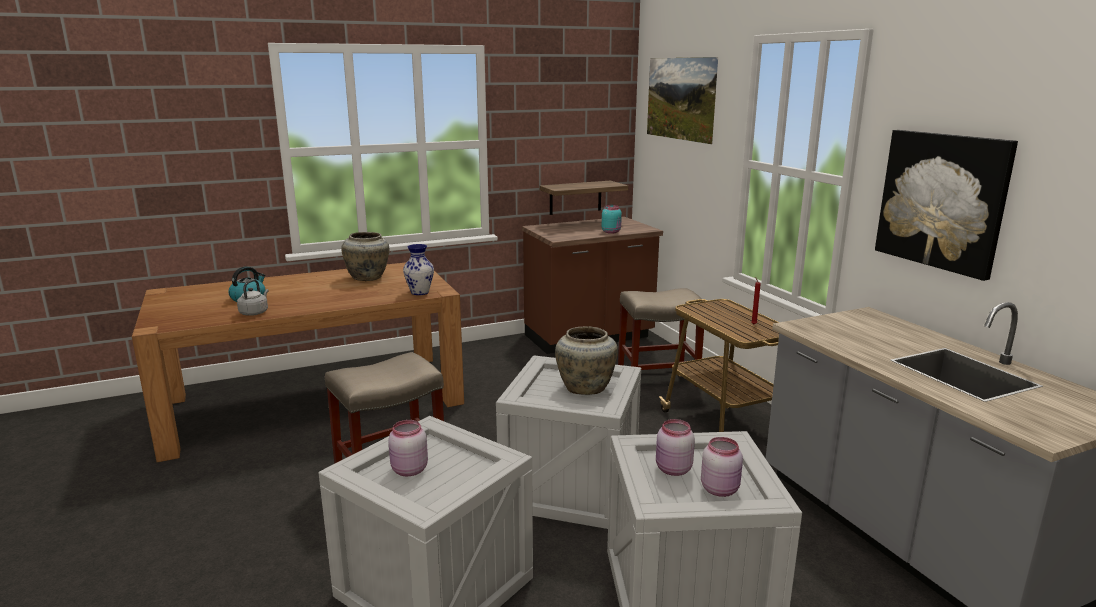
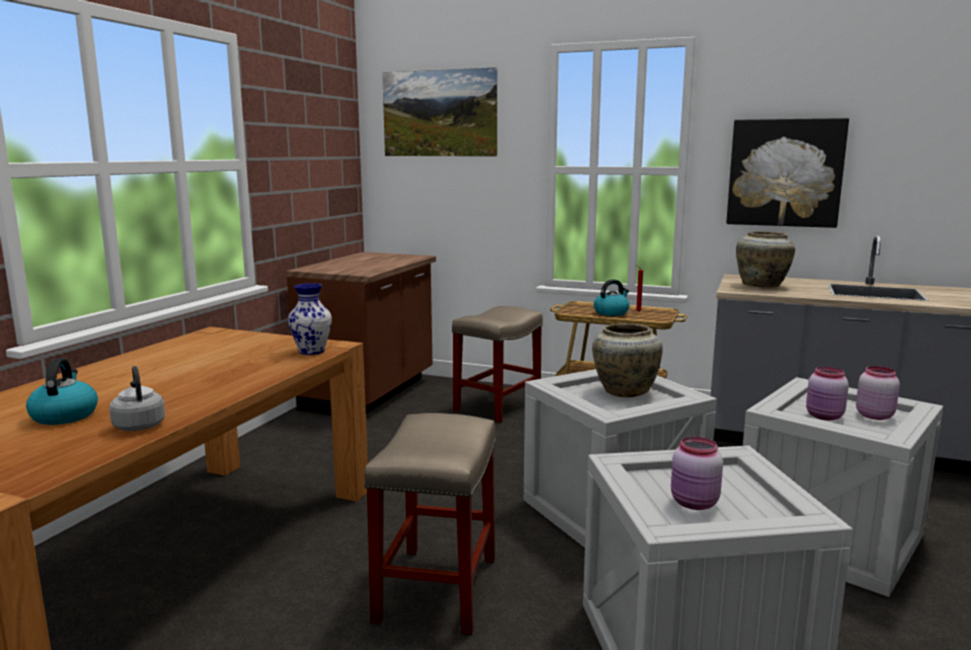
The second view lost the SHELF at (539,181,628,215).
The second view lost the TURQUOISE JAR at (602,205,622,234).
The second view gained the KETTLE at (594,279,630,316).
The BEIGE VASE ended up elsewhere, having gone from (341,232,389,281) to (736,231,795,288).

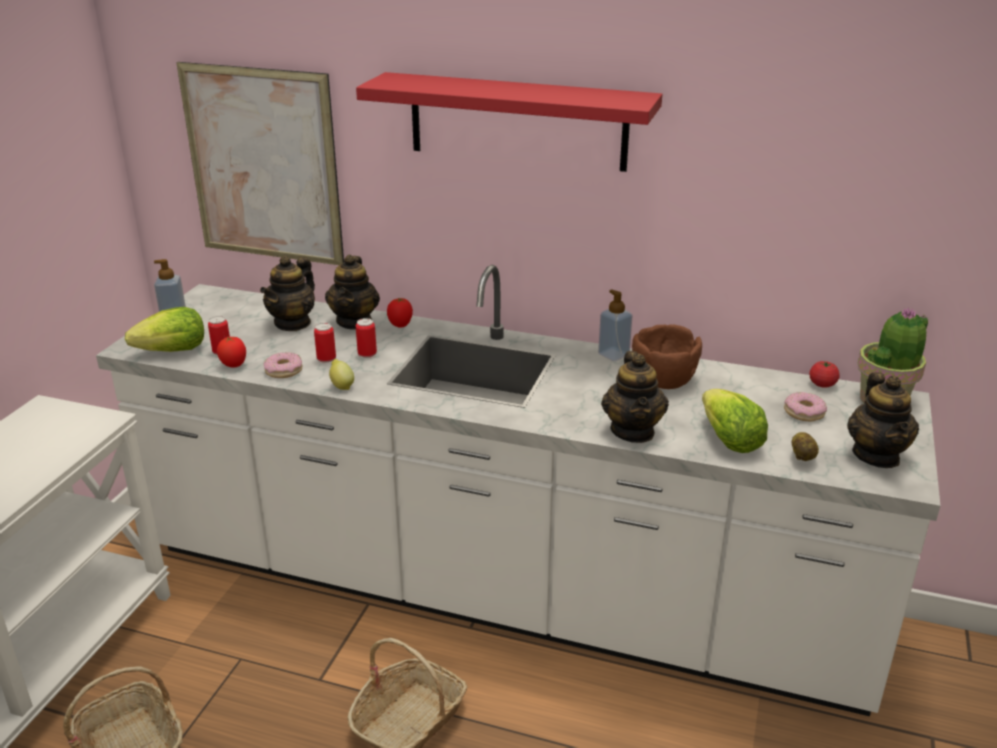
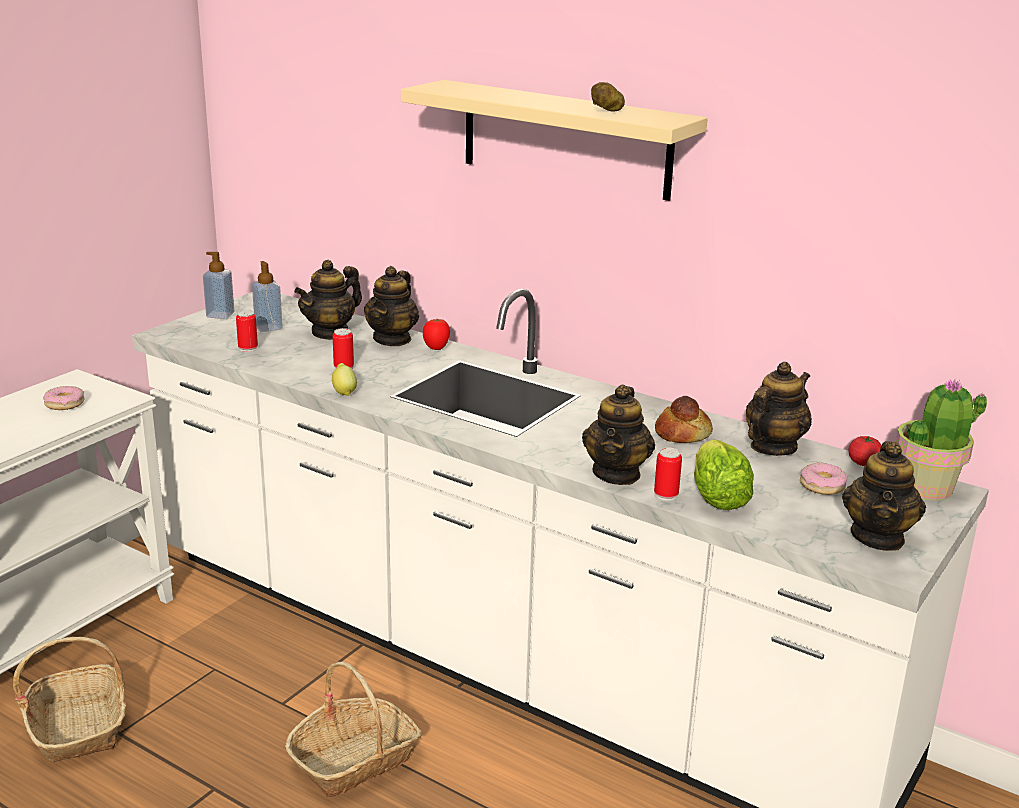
The second view lost the LETTUCE at (125,307,204,352).
The second view lost the PICTURE at (176,62,344,265).
The second view lost the TOMATO at (217,336,246,367).
The second view gained the TEAPOT at (746,362,812,456).
The DONUT ended up elsewhere, having gone from (264,352,302,378) to (43,386,85,410).
The CAN ended up elsewhere, having gone from (356,318,377,359) to (654,448,682,501).
The SOAP DISPENSER ended up elsewhere, having gone from (598,289,633,361) to (252,261,282,332).
The POTATO ended up elsewhere, having gone from (792,432,819,461) to (591,82,625,112).
Where the BROWN BOWL stood at (632,325,702,389), the BREAD came to stand at (655,396,713,443).
What was the RED SHELF at (356,72,662,172) turned into the BEIGE SHELF at (401,80,708,201).

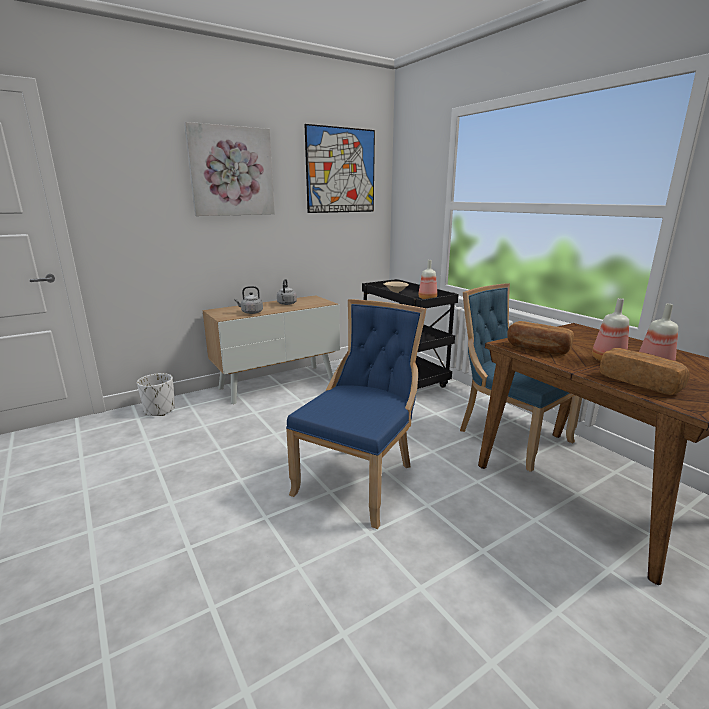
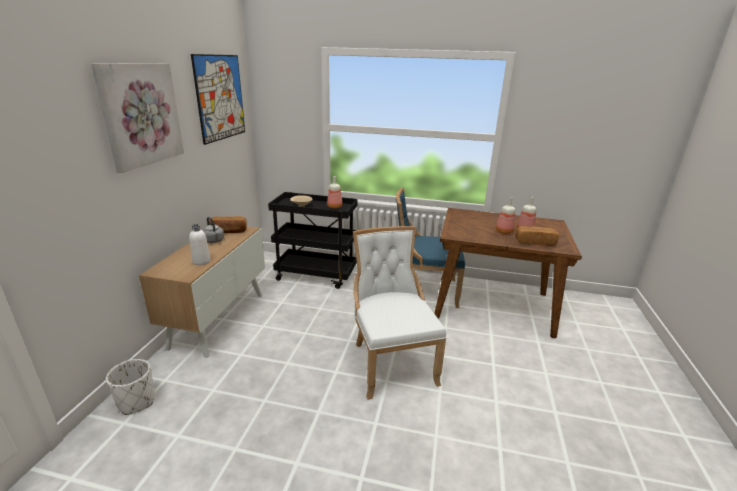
The BREAD ended up elsewhere, having gone from (507,321,574,355) to (209,216,247,233).
Where the GREY KETTLE stood at (234,286,263,314), the WHITE BOTTLE came to stand at (189,224,210,265).
What was the BLUE CHAIR at (286,299,426,529) turned into the WHITE CHAIR at (353,226,447,400).

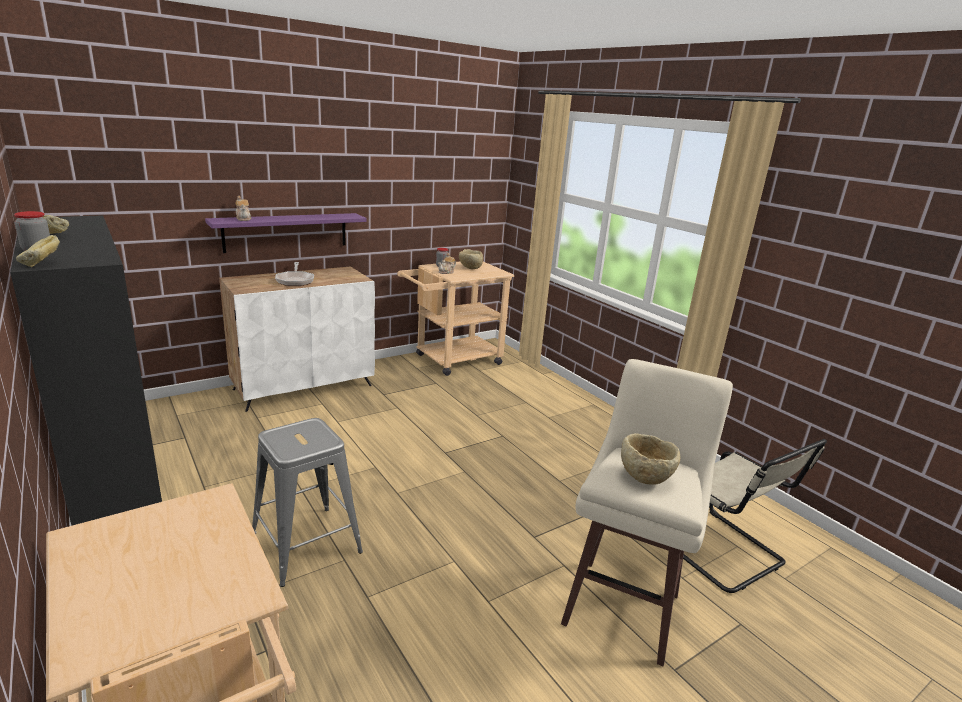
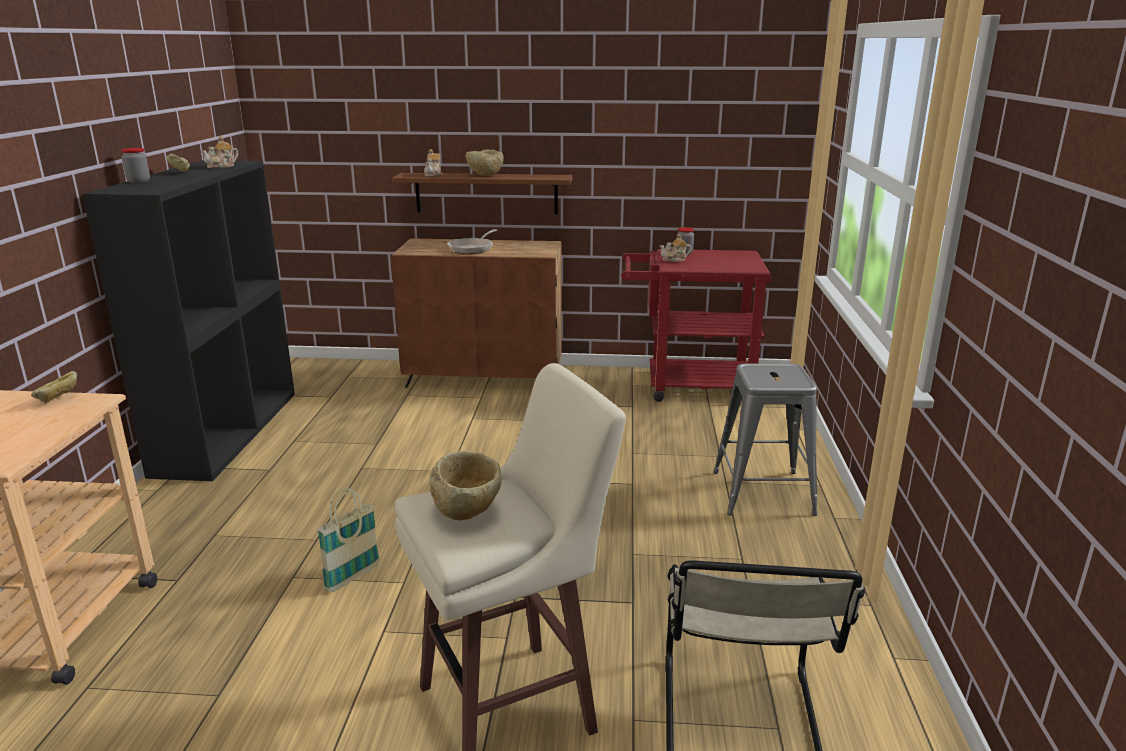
The second view gained the TEAPOT at (201,136,238,168).
The second view gained the BASKET at (317,488,380,592).
The BREAD ended up elsewhere, having gone from (16,235,60,267) to (31,371,78,404).
The GREY STOOL ended up elsewhere, having gone from (252,418,363,587) to (714,364,817,516).
The BEIGE BOWL ended up elsewhere, having gone from (459,249,483,269) to (466,149,504,176).
What was the PURPLE SHELF at (205,213,367,253) turned into the BROWN SHELF at (392,173,572,214).
What was the WHITE CABINET at (219,266,375,412) turned into the BROWN CABINET at (391,238,562,388).
What was the BEIGE CART at (397,262,514,376) turned into the RED CART at (621,249,772,402).

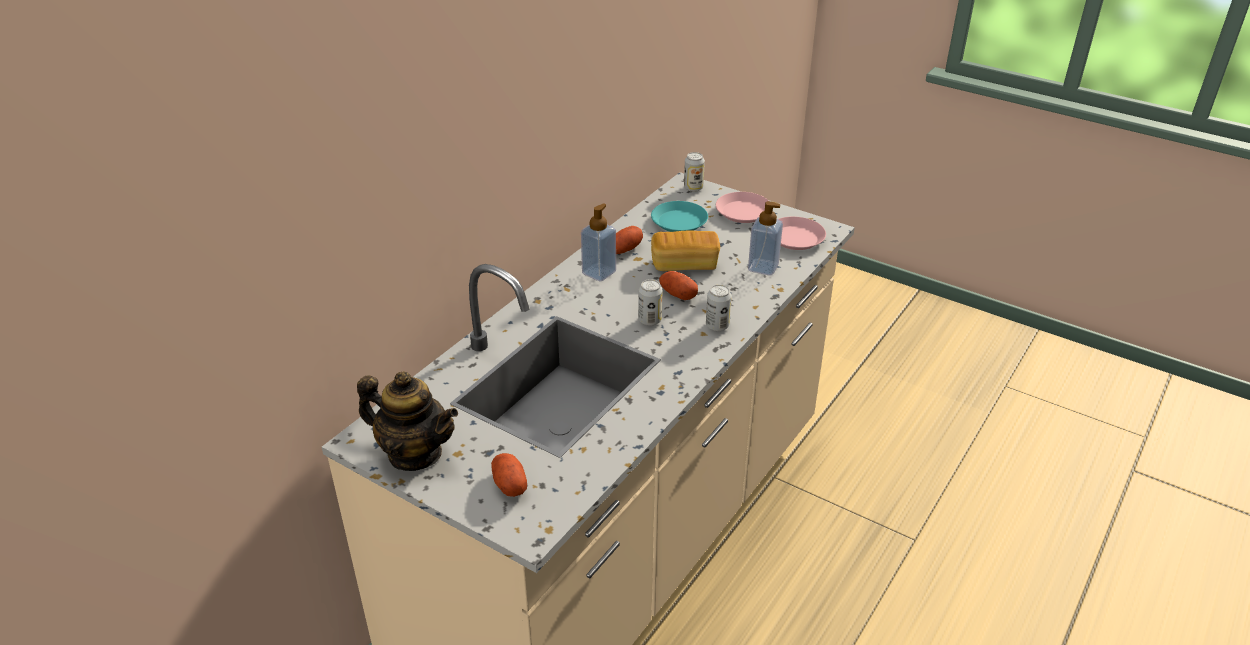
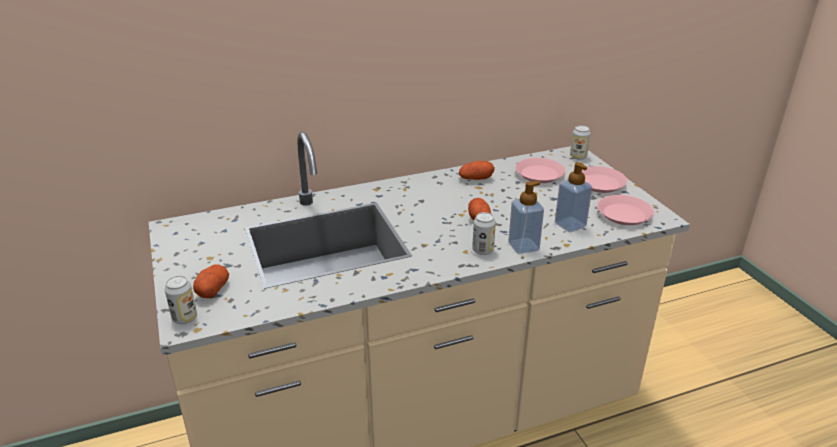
The second view lost the TEAPOT at (357,371,458,471).
The second view lost the BREAD at (651,231,720,271).
The SOAP DISPENSER ended up elsewhere, having gone from (581,203,616,282) to (508,181,544,254).
The CAN ended up elsewhere, having gone from (638,279,663,326) to (164,276,197,324).
What was the TURQUOISE PLATE at (651,201,708,232) turned into the PINK PLATE at (515,158,566,183).

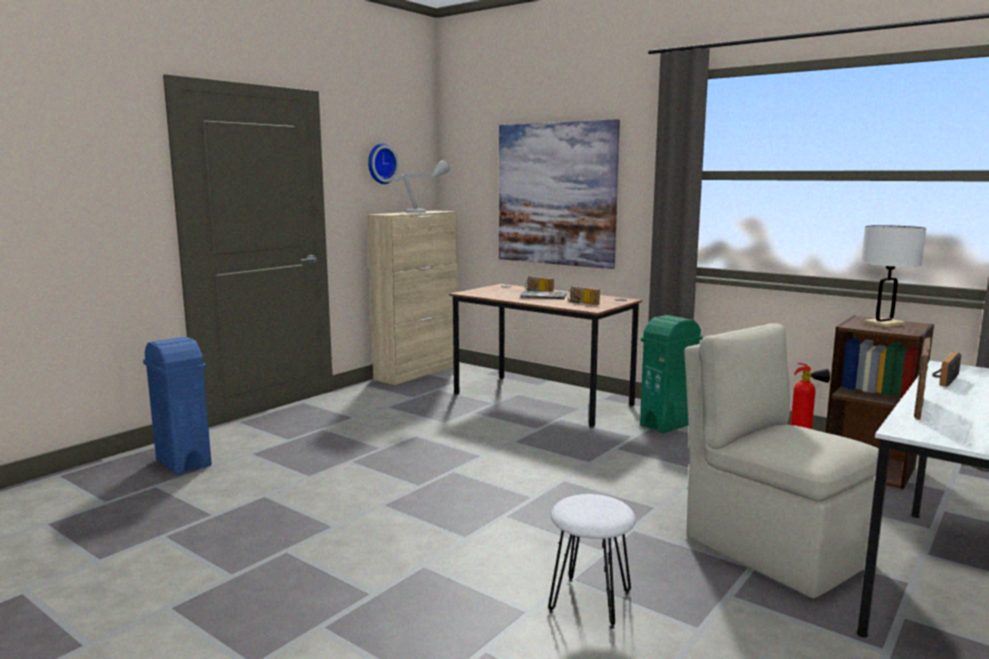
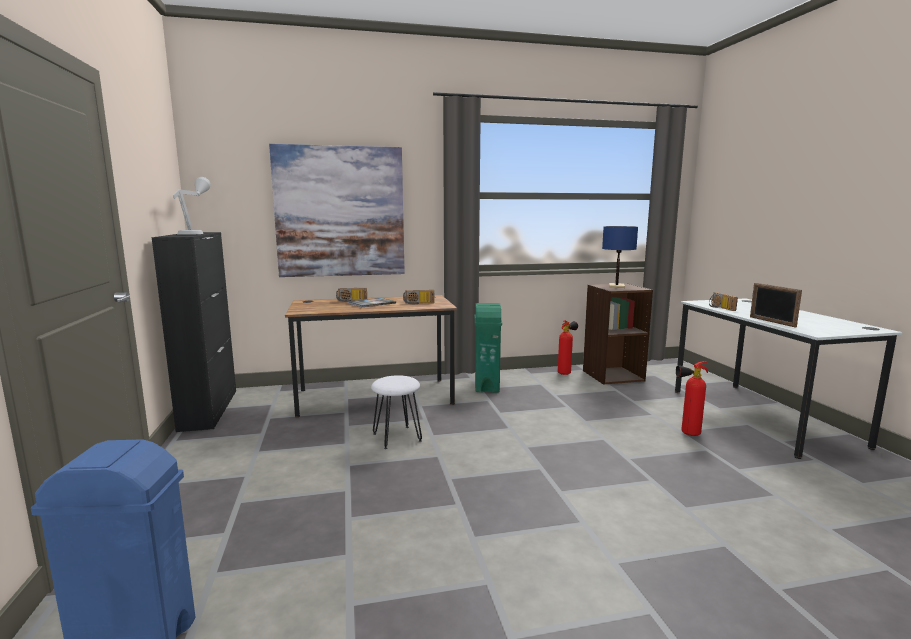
The second view lost the WALL CLOCK at (368,143,399,184).
The WHITE STOOL ended up elsewhere, having gone from (548,494,636,629) to (371,375,422,449).
Where the BEIGE CHAIR stood at (684,323,879,598), the FIRE EXTINGUISHER came to stand at (676,361,708,436).
What was the BEIGE CABINET at (367,211,458,385) turned into the BLACK CABINET at (151,232,236,432).
What was the WHITE TABLE LAMP at (861,225,926,328) turned into the BLUE TABLE LAMP at (602,226,638,288).

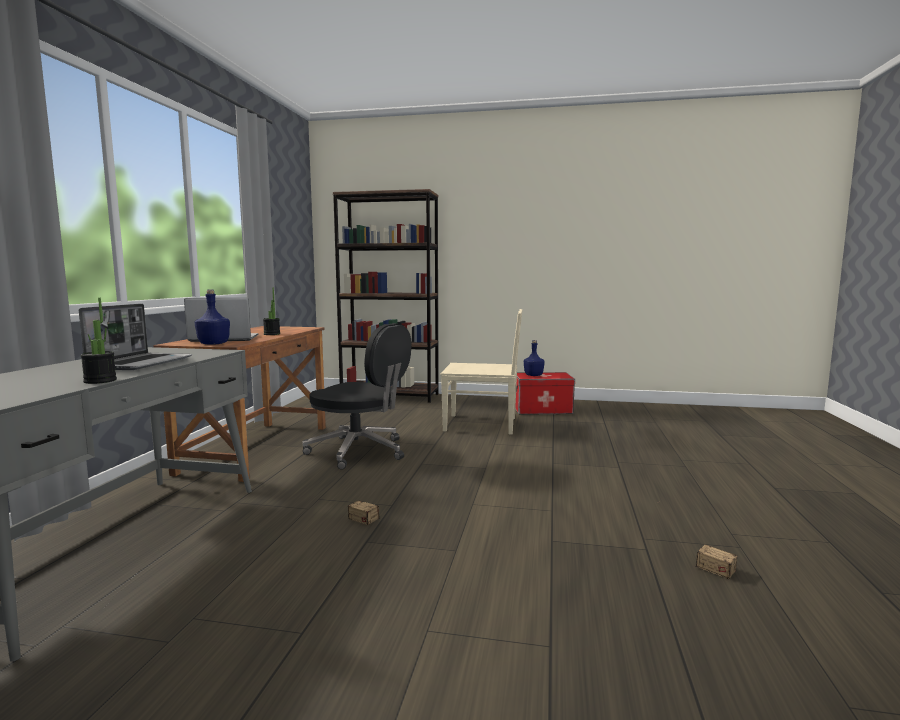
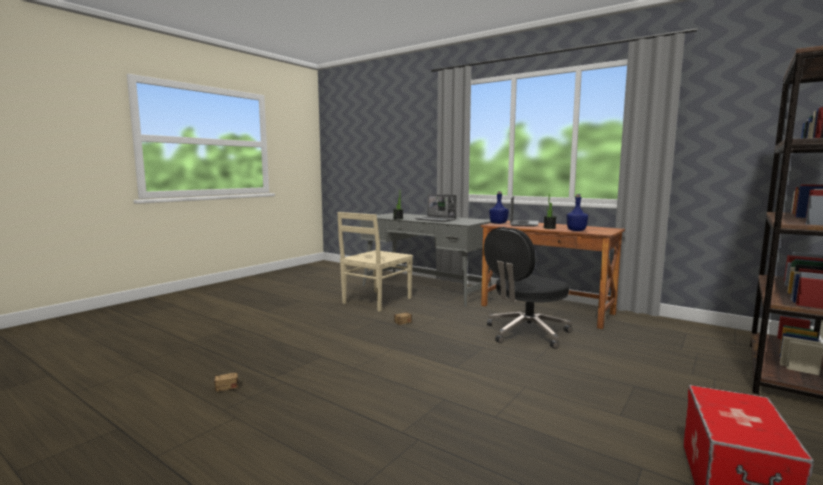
The BEIGE CHAIR ended up elsewhere, having gone from (440,309,522,434) to (337,212,413,312).
The BLUE BOTTLE ended up elsewhere, having gone from (524,340,545,376) to (567,194,588,231).

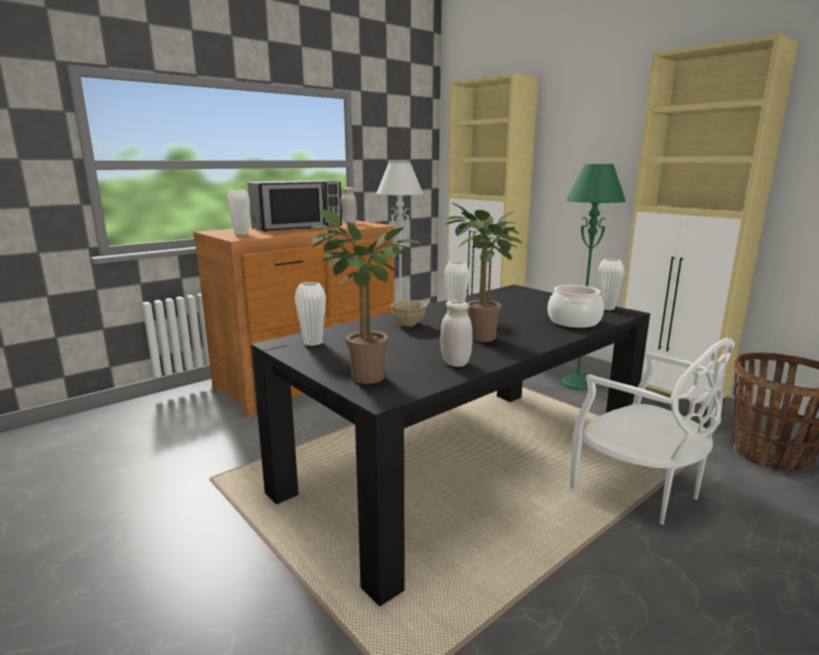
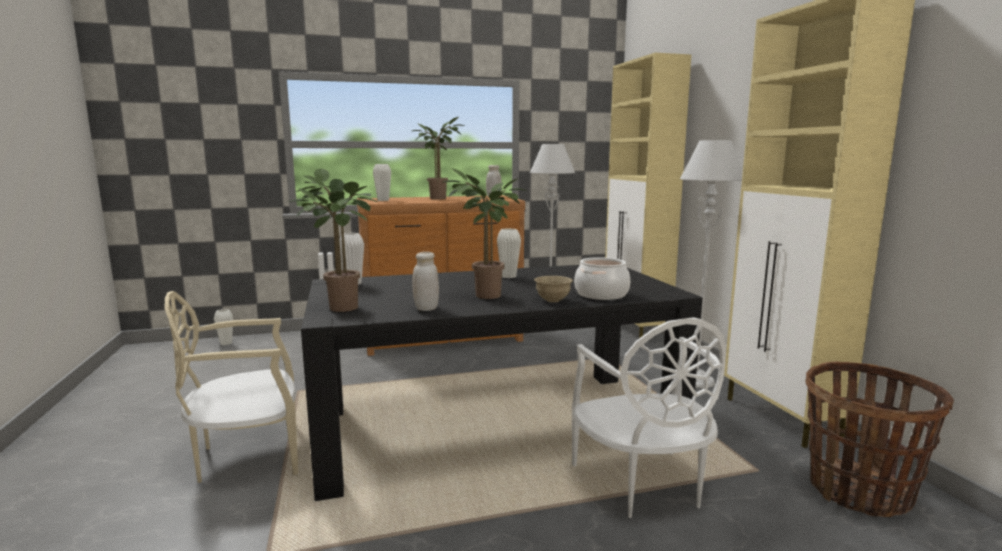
The second view gained the BEIGE CHAIR at (165,291,298,483).
The BEIGE BOWL ended up elsewhere, having gone from (391,300,427,326) to (534,276,573,302).
The WHITE VASE ended up elsewhere, having gone from (598,259,624,310) to (214,309,233,345).
Where the MICROWAVE stood at (248,180,342,232), the POTTED PLANT came to stand at (412,117,464,200).
What was the GREEN FLOOR LAMP at (561,164,626,390) turned into the GREY FLOOR LAMP at (680,140,743,389).

